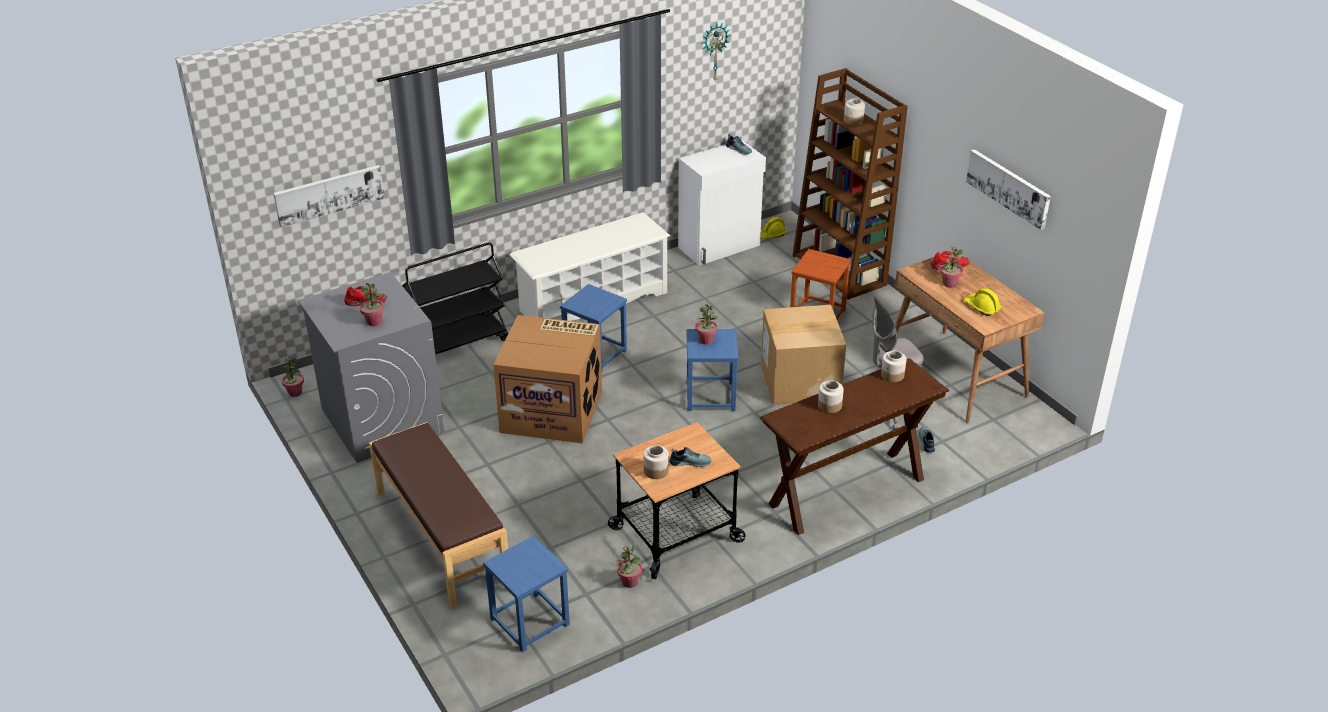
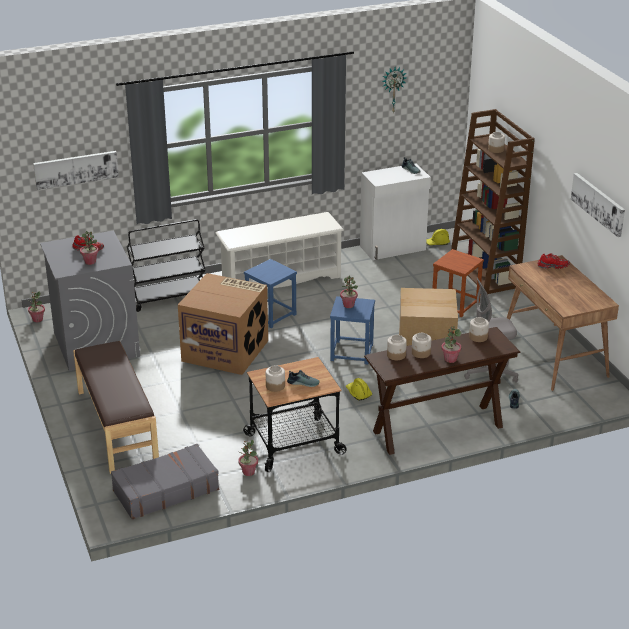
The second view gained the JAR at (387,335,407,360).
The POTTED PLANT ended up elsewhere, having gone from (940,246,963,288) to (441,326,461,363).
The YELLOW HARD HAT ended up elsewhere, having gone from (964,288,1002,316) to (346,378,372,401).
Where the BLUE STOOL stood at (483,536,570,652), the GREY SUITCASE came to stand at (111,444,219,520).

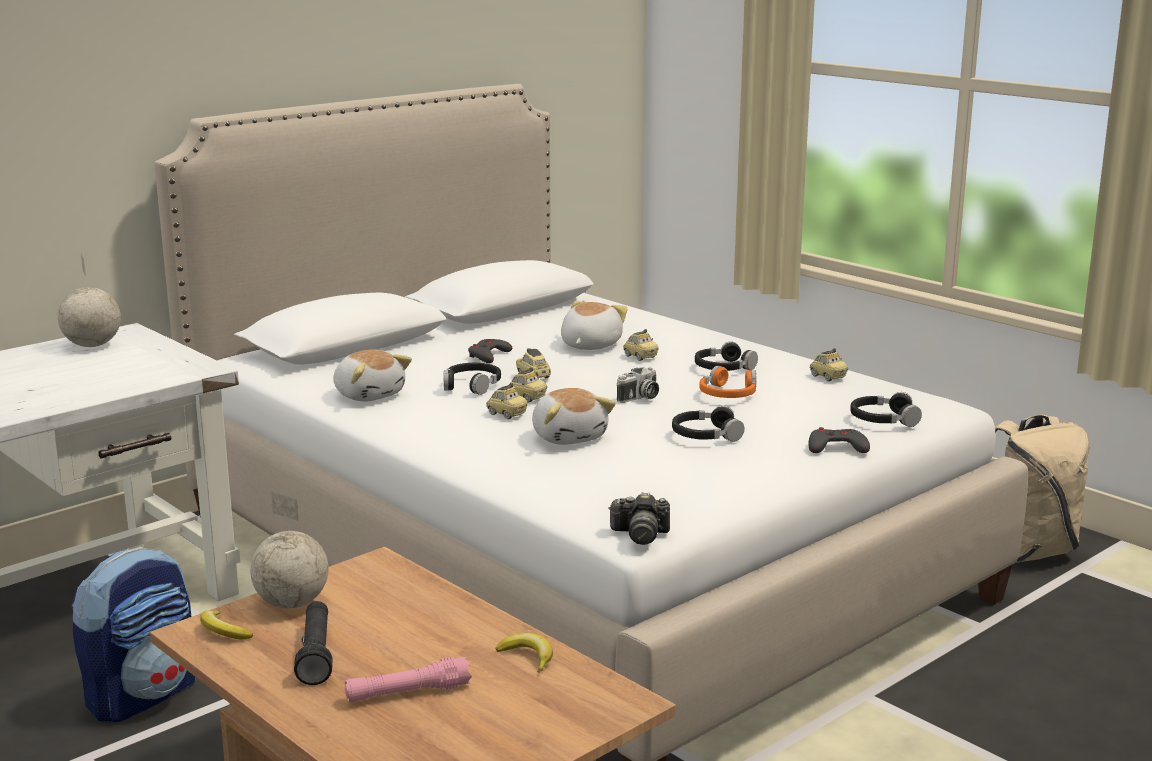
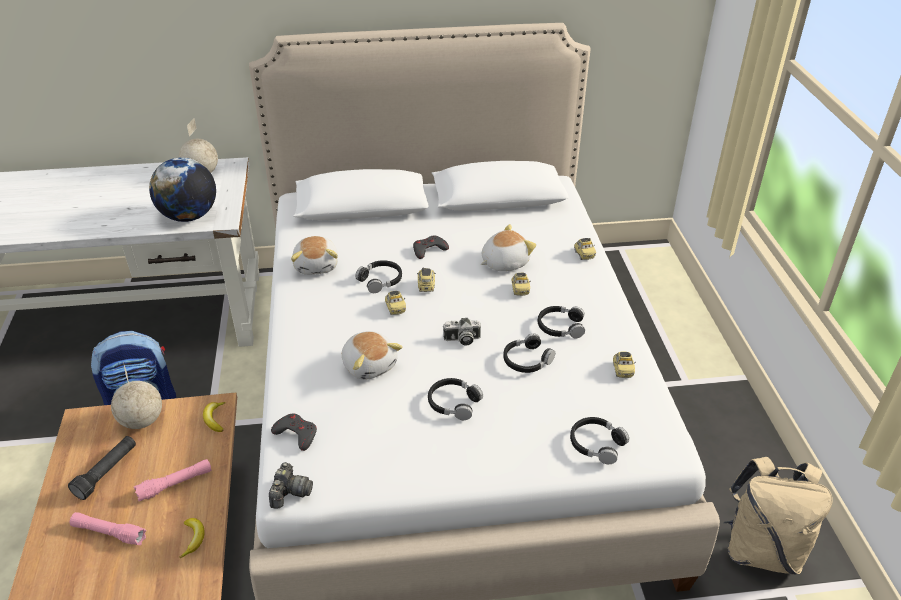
The second view gained the PINK FLASHLIGHT at (134,459,211,501).
The second view gained the GLOBE at (149,157,216,222).
The BANANA ended up elsewhere, having gone from (200,610,253,639) to (203,402,226,432).
The TOY CAR ended up elsewhere, having gone from (486,383,528,419) to (574,238,596,260).
The GREY GAME CONTROLLER ended up elsewhere, having gone from (808,427,870,453) to (271,413,317,451).
What was the ORANGE HEADPHONES at (699,366,756,398) turned into the BLACK HEADPHONES at (503,334,555,373).
The PLUSH TOY at (532,388,616,445) ended up facing another way, 45 degrees counterclockwise from before.
The PHOTO CAMERA at (608,492,670,545) ended up facing another way, 120 degrees counterclockwise from before.

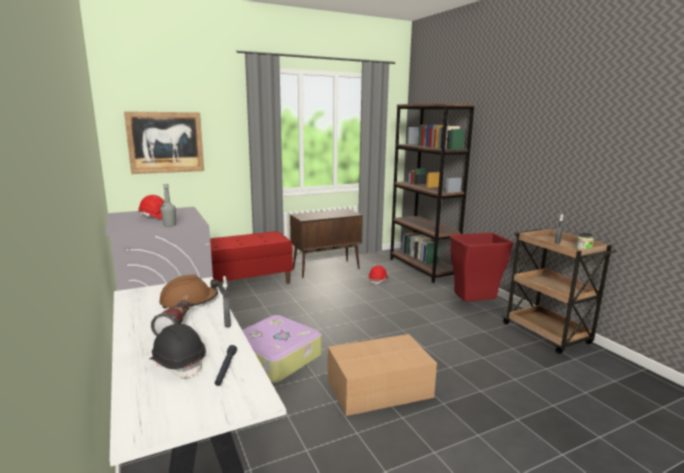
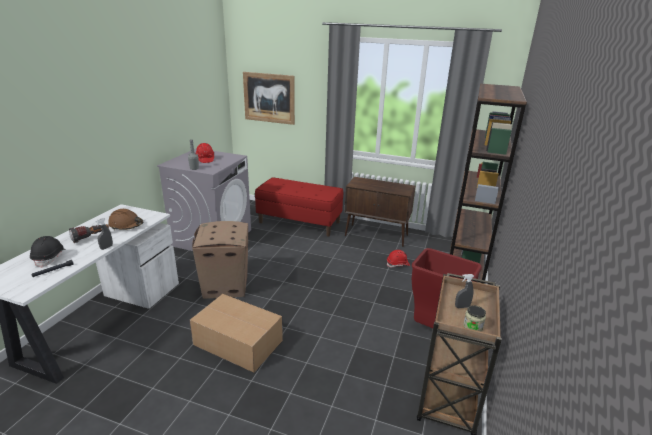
Where the SUITCASE stood at (242,315,322,383), the CARDBOARD BOX came to stand at (192,221,248,299).

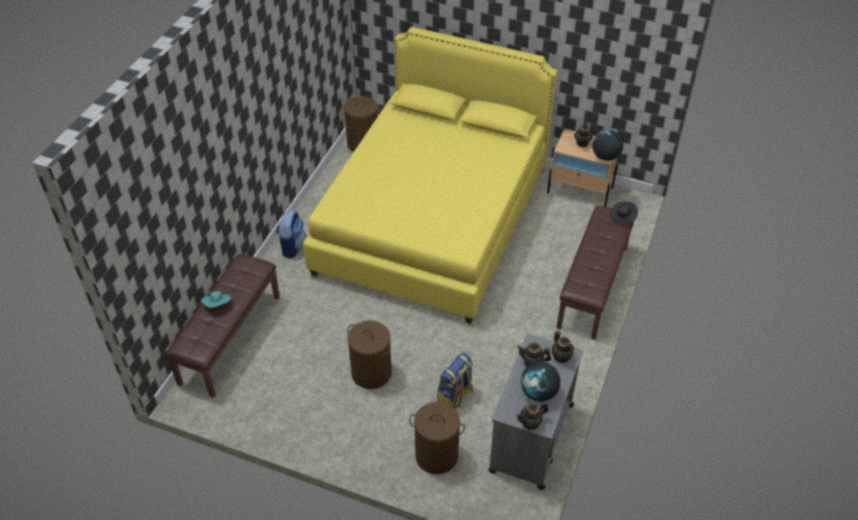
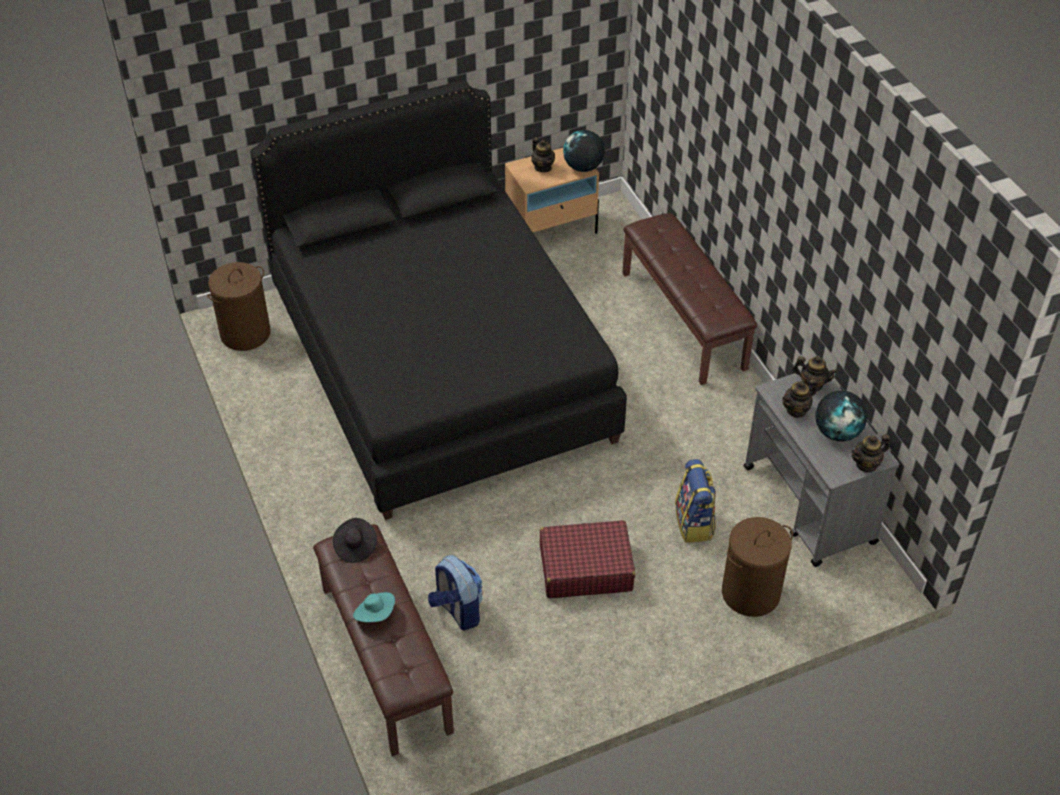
The BACKPACK ended up elsewhere, having gone from (276,210,307,258) to (428,555,483,630).
The BLACK HAT ended up elsewhere, having gone from (610,202,638,226) to (333,518,377,563).
Where the BROWN LAUNDRY BASKET stood at (347,320,392,389), the RED SUITCASE came to stand at (540,520,635,598).
What was the YELLOW BED at (303,27,557,324) turned into the BLACK BED at (250,80,627,520).
The TEAPOT at (516,401,548,430) ended up facing another way, 45 degrees clockwise from before.

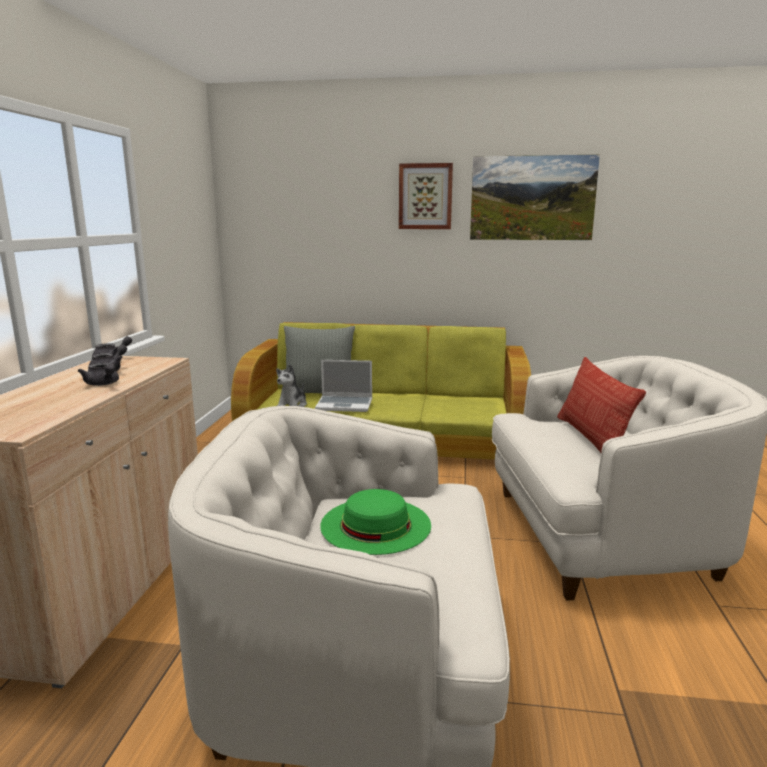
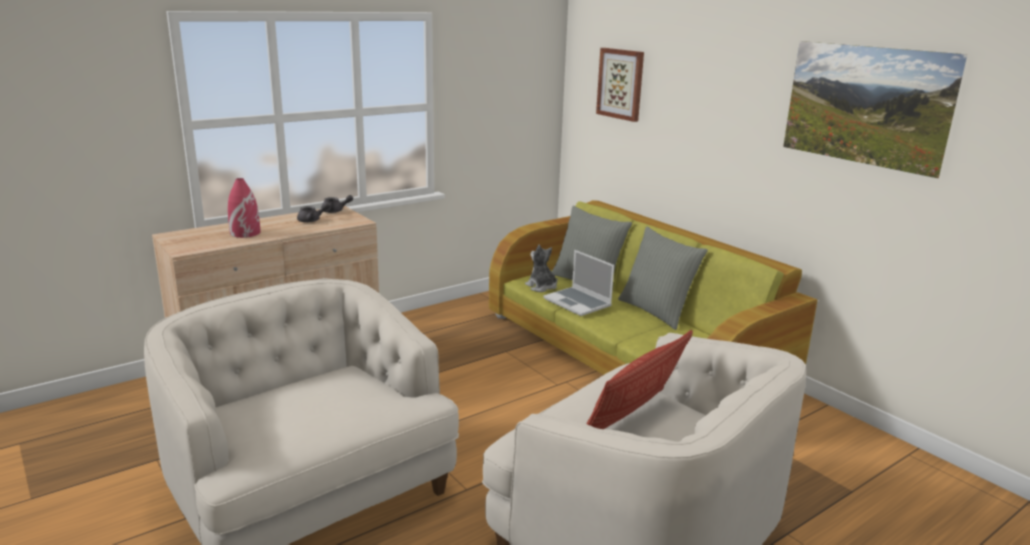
The second view lost the GREY TEAPOT at (78,363,119,386).
The second view lost the GREEN HAT at (320,489,431,555).
The second view gained the RED VASE at (228,178,261,238).
The second view gained the GREY PILLOW at (618,226,708,330).
The PICTURE ended up elsewhere, having gone from (399,163,453,229) to (596,48,644,122).
The PLUSH TOY at (276,364,307,407) ended up facing another way, 75 degrees clockwise from before.

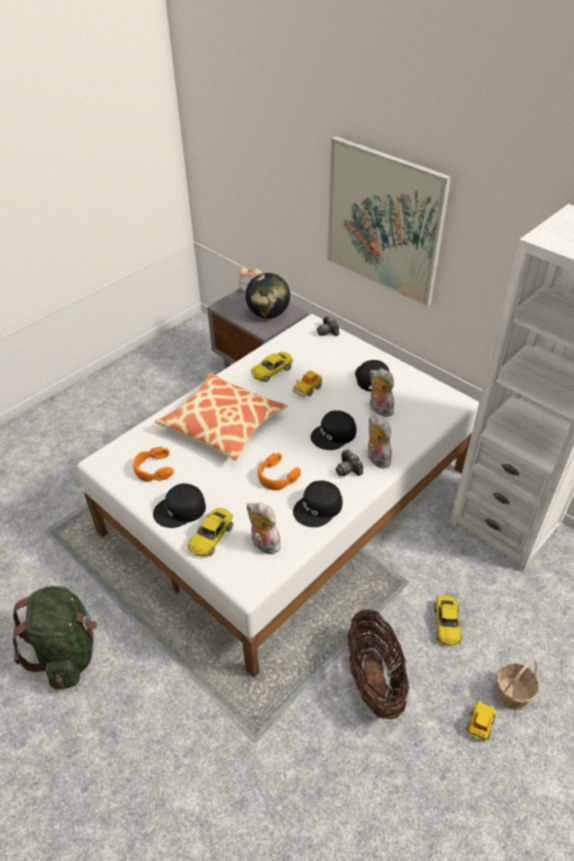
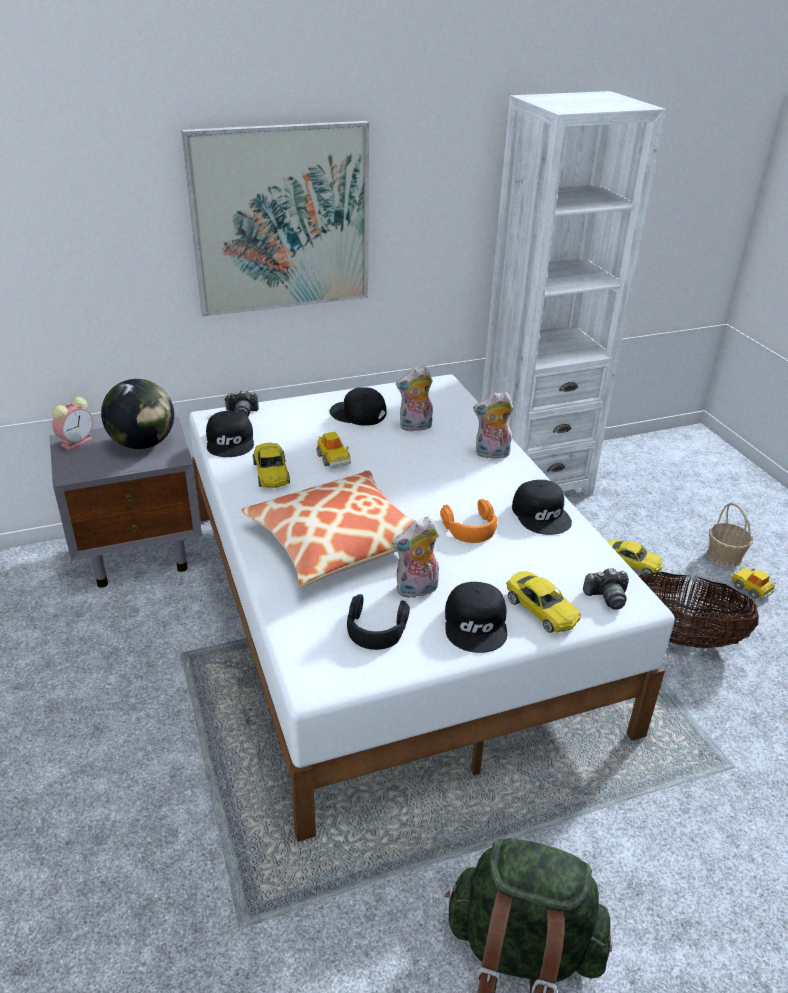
The PLUSH TOY ended up elsewhere, having gone from (247,503,281,554) to (392,516,439,598).
The BLACK CAP ended up elsewhere, having gone from (310,410,356,450) to (206,411,254,457).
The PHOTO CAMERA ended up elsewhere, having gone from (336,449,363,476) to (583,568,629,610).
What was the ORANGE HEADPHONES at (133,446,174,482) turned into the BLACK HEADPHONES at (347,594,410,650).

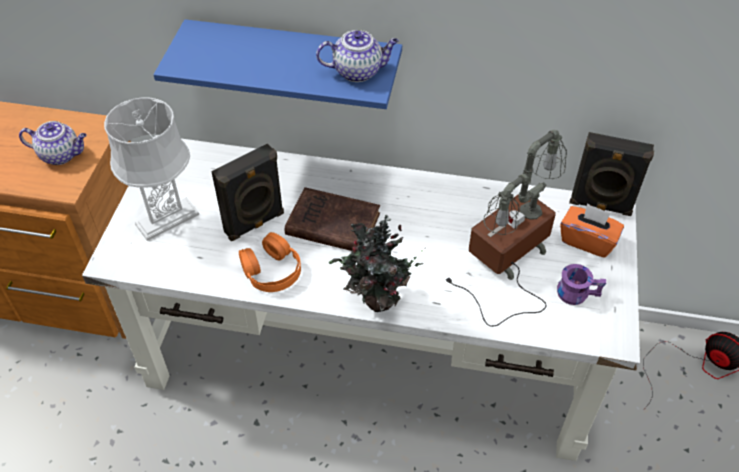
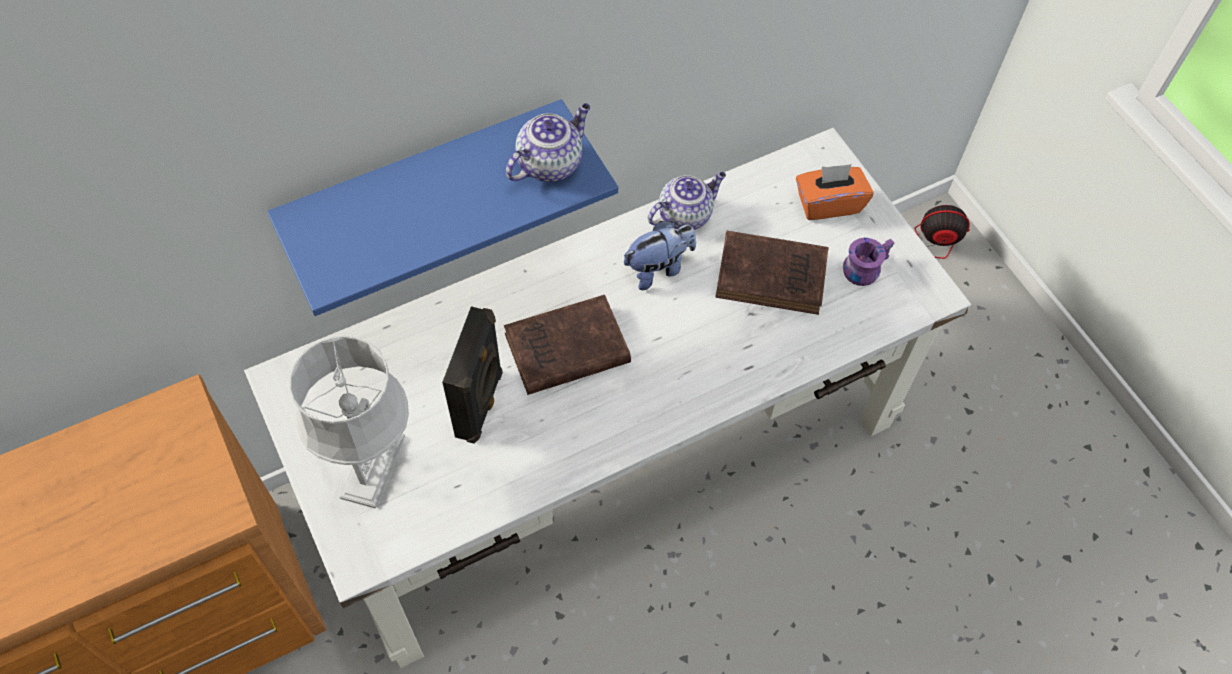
The second view lost the ORANGE HEADPHONES at (239,232,301,292).
The second view lost the POTTED PLANT at (329,215,426,312).
The second view lost the BLACK SPEAKER at (569,132,654,216).
The second view gained the PLUSH TOY at (624,221,696,290).
The TEAPOT ended up elsewhere, having gone from (19,121,87,165) to (648,172,726,230).
Where the TABLE LAMP stood at (446,130,567,327), the BROWN BOOK came to stand at (715,231,829,315).

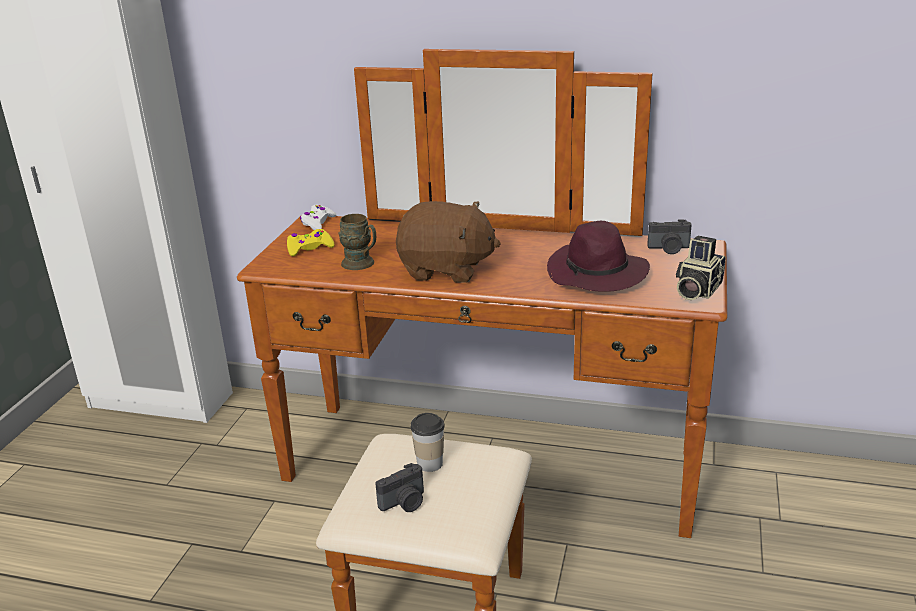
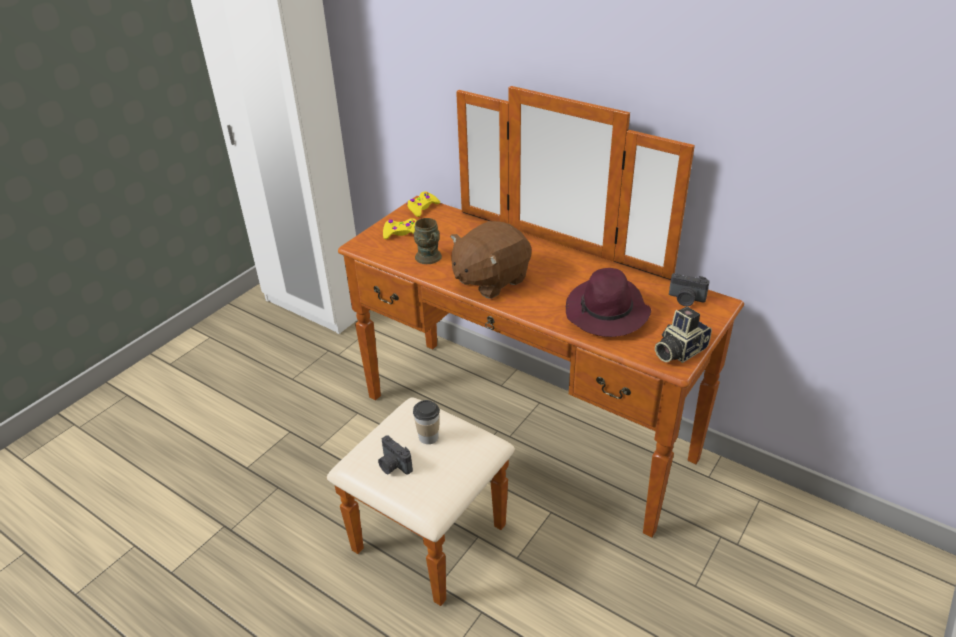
What was the WHITE GAME CONTROLLER at (300,205,337,230) turned into the YELLOW GAME CONTROLLER at (407,191,440,217).
The PHOTO CAMERA at (375,463,424,512) ended up facing another way, 60 degrees clockwise from before.
The BROWN PLUSH TOY at (396,201,501,283) ended up facing another way, 105 degrees clockwise from before.

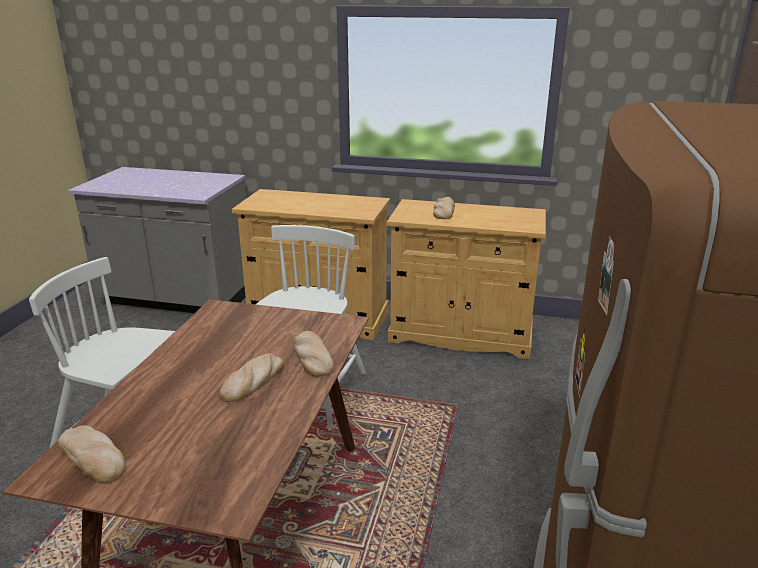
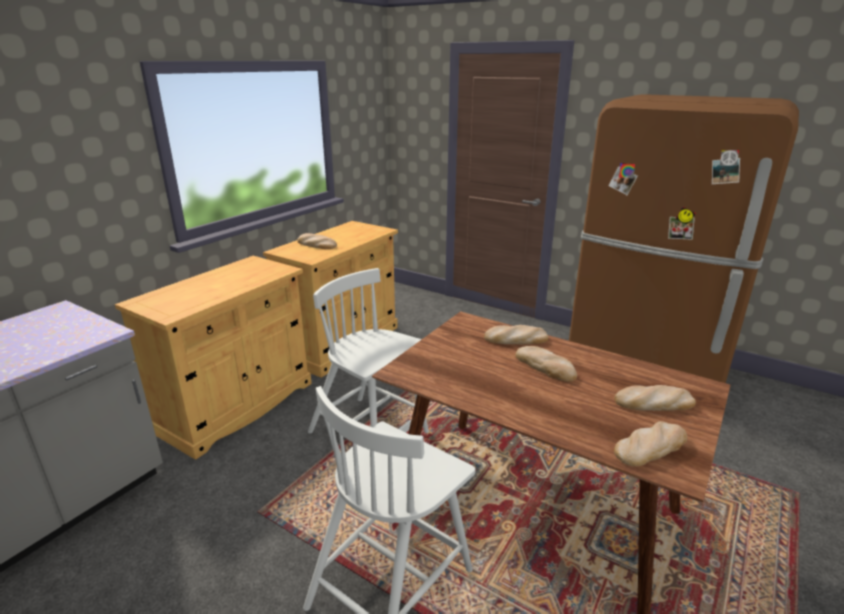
The second view gained the BREAD at (614,385,696,411).

